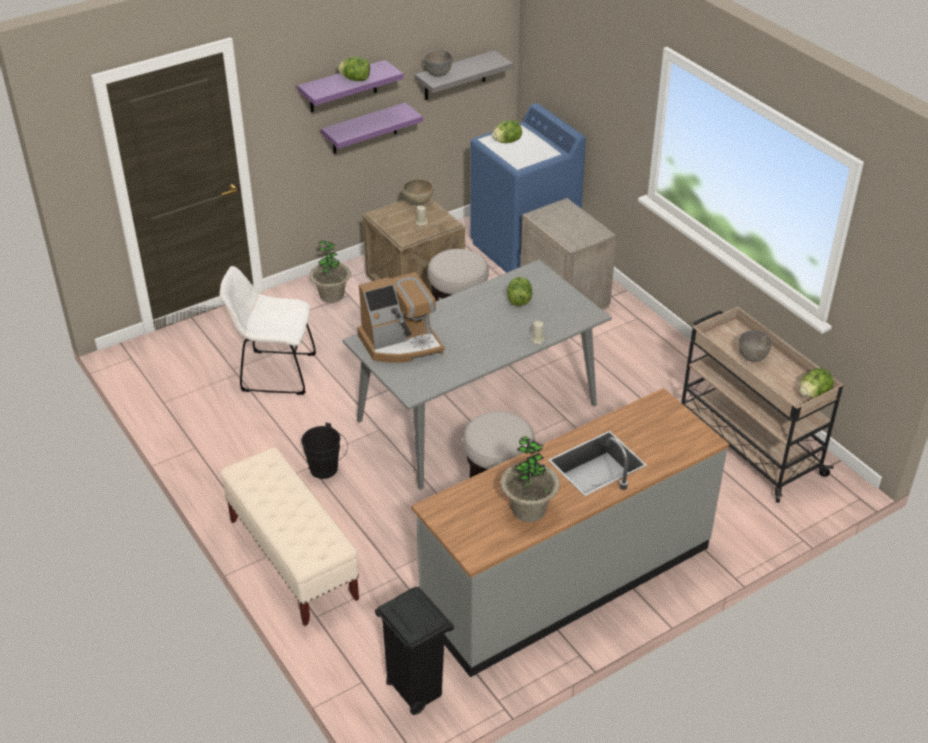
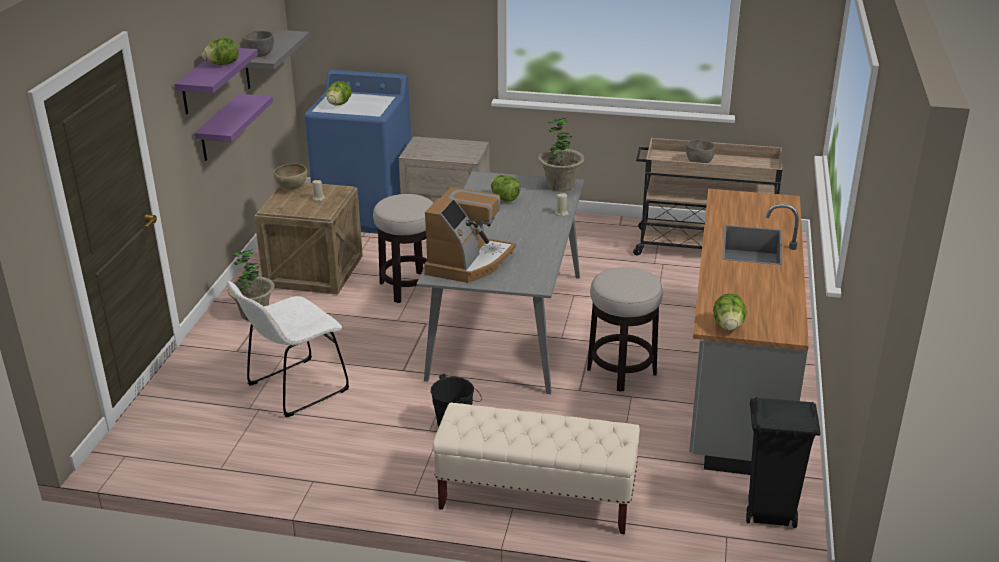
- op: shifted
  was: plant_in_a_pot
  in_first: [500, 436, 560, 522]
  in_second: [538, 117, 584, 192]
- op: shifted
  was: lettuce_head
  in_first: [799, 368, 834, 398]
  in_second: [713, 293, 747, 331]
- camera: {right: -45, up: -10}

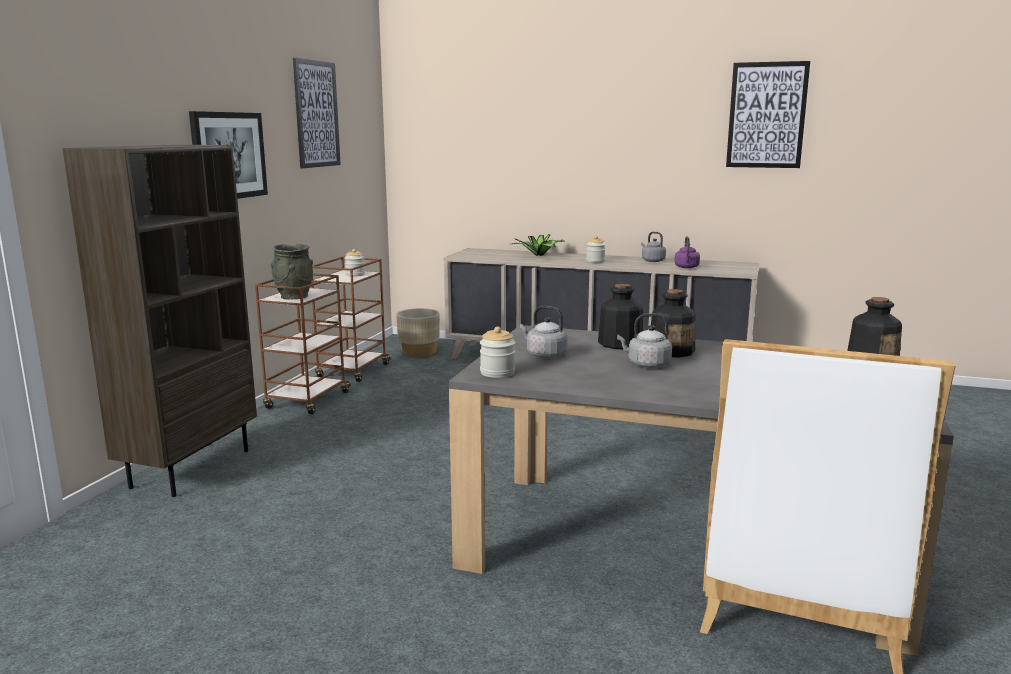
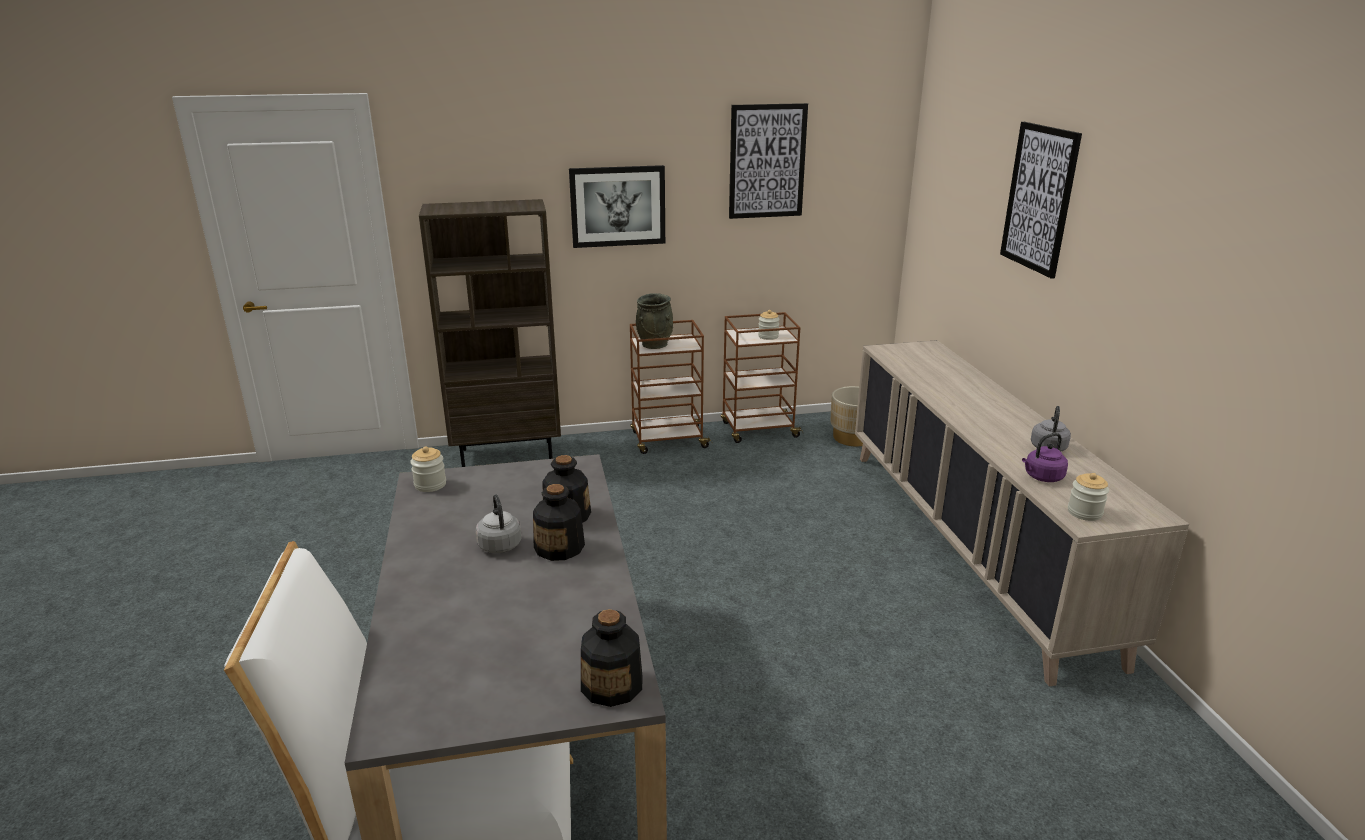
- op: shifted
  was: wall_picture
  in_first: [726, 61, 810, 168]
  in_second: [1000, 122, 1082, 279]
- op: shifted
  was: jar
  in_first: [586, 236, 606, 263]
  in_second: [1068, 473, 1109, 521]
- op: gone
  was: plant_in_a_pot
  in_first: [512, 234, 565, 256]
- op: gone
  was: greyish_water_kettle
  in_first: [520, 306, 568, 358]
- camera: {right: 60, up: 10}

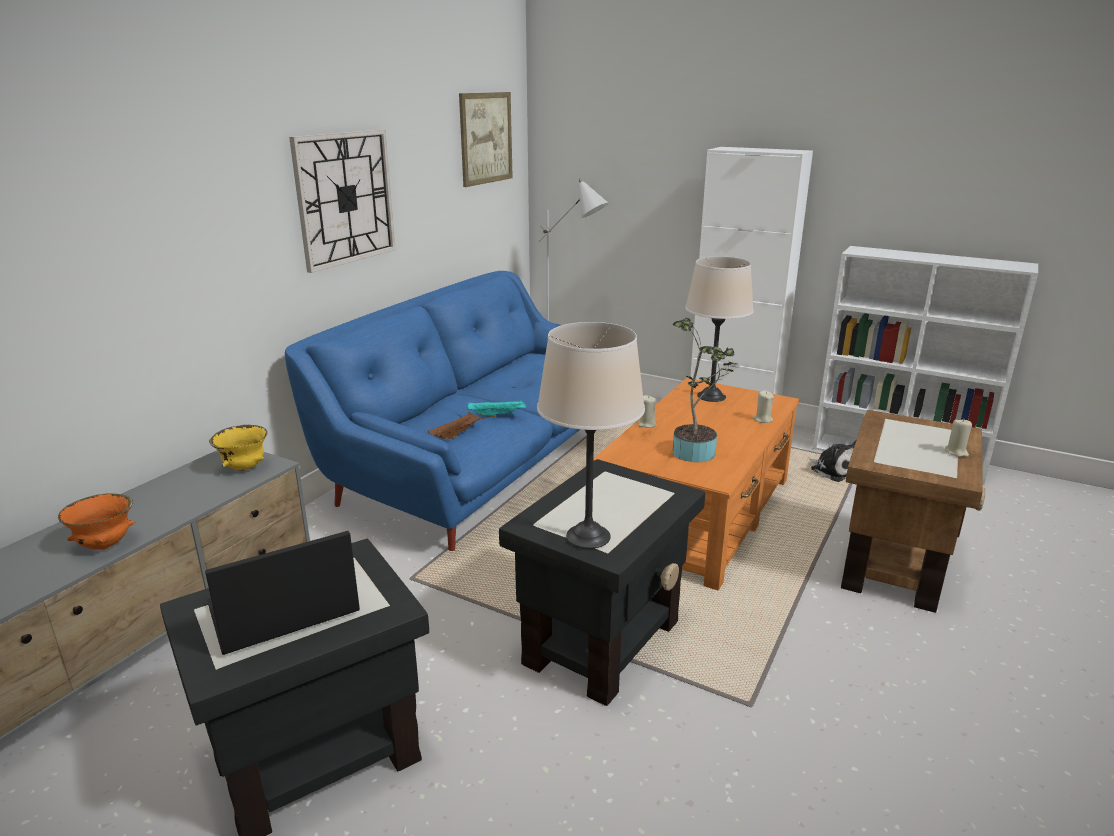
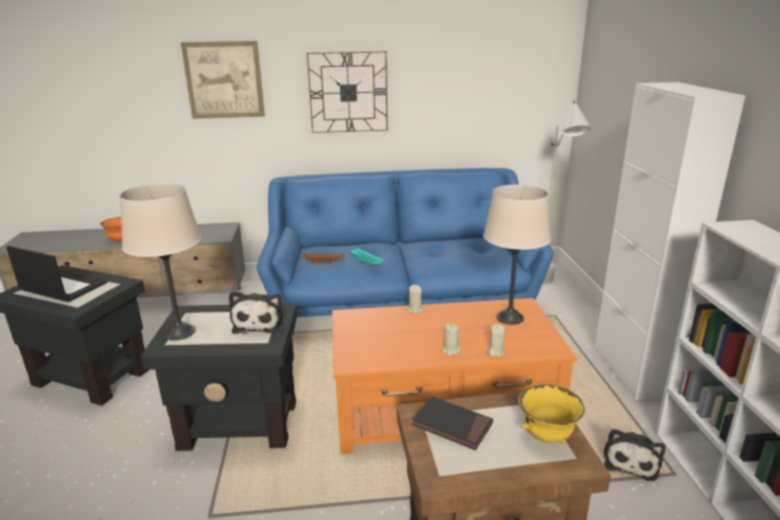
- op: shifted
  was: wall_picture
  in_first: [459, 92, 513, 187]
  in_second: [181, 41, 265, 119]
- op: new
  now: cuddly_toy
  in_second: [229, 291, 284, 334]
- op: new
  now: blackish_bound_book
  in_second: [412, 396, 493, 450]
- op: shifted
  was: beige-coloured_wax_candle
  in_first: [945, 419, 972, 457]
  in_second: [442, 324, 461, 356]
- op: shifted
  was: yellowish_bowl
  in_first: [209, 425, 267, 471]
  in_second: [518, 384, 585, 444]
- op: gone
  was: plant_in_a_pot
  in_first: [673, 318, 738, 462]
- camera: {right: 55, up: 0}

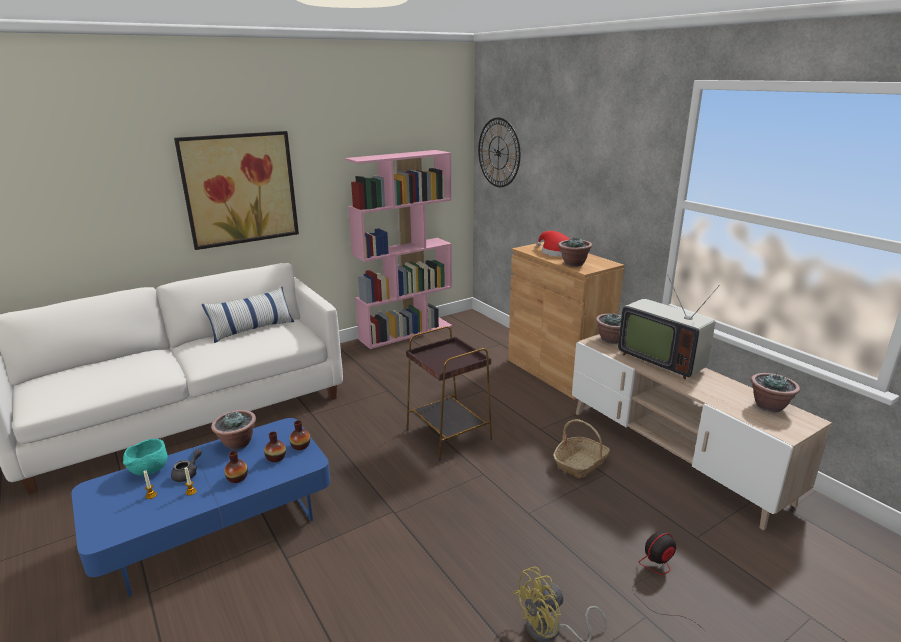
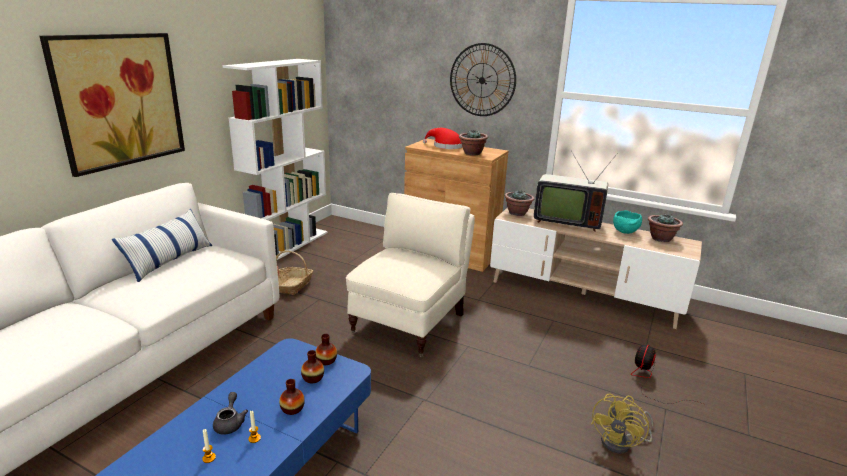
- op: repainted
  was: pinkish_shelving_unit
  now: white-coloured_shelving_unit
  in_first: [345, 150, 452, 349]
  in_second: [223, 59, 328, 260]
- op: shifted
  was: storage_basket
  in_first: [553, 419, 610, 479]
  in_second: [276, 251, 313, 295]
- op: swapped
  was: brownish_end_table
  now: beige-coloured_easy_chair
  in_first: [406, 326, 492, 461]
  in_second: [346, 193, 475, 357]
- op: shifted
  was: wall_clock
  in_first: [478, 118, 520, 187]
  in_second: [450, 43, 516, 116]
- op: shifted
  was: turquoise-coloured_bowl
  in_first: [123, 439, 168, 476]
  in_second: [613, 210, 642, 234]
- op: gone
  was: plant_in_a_pot
  in_first: [211, 410, 256, 450]
- camera: {right: -30, up: 0}

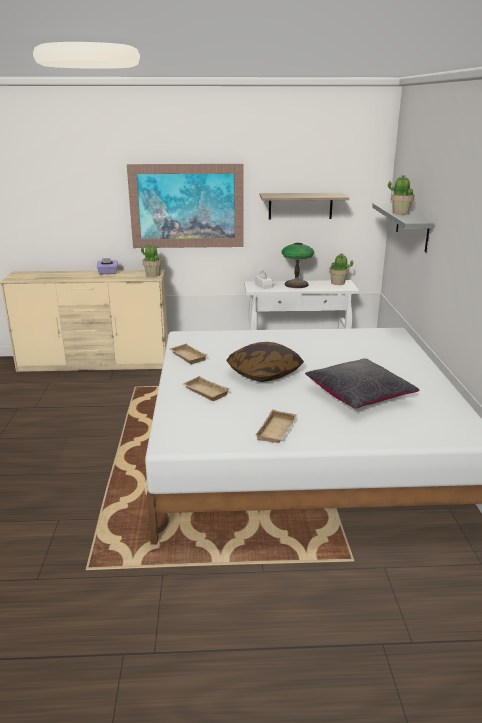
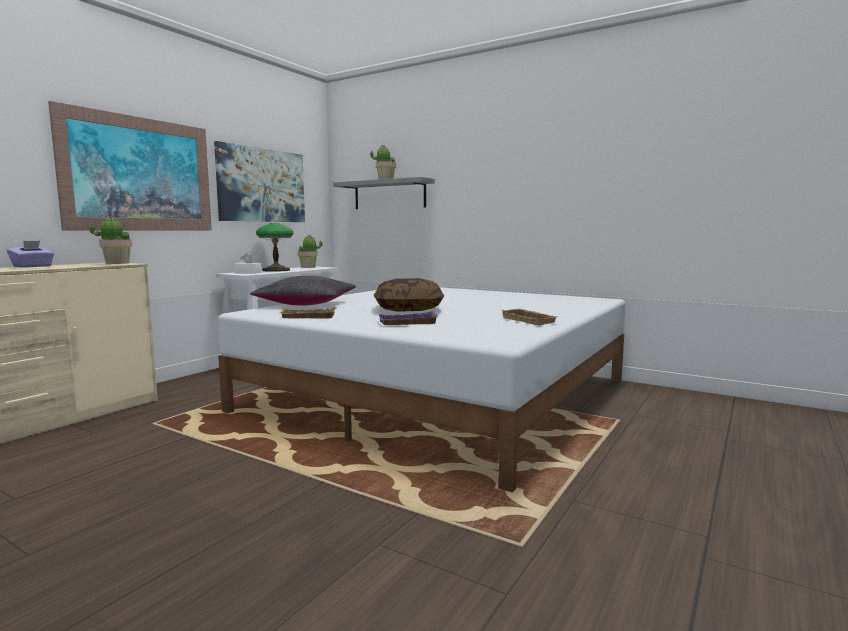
- op: swapped
  was: wall_shelf
  now: wall_picture
  in_first: [260, 193, 349, 219]
  in_second: [214, 141, 305, 222]
- op: shifted
  was: blackish_cushion
  in_first: [305, 358, 419, 408]
  in_second: [250, 276, 356, 305]
- op: repainted
  was: beige-coloured_tray
  now: purple-coloured_tray
  in_first: [183, 376, 230, 401]
  in_second: [378, 311, 439, 325]
- camera: {right: -55, up: -15}

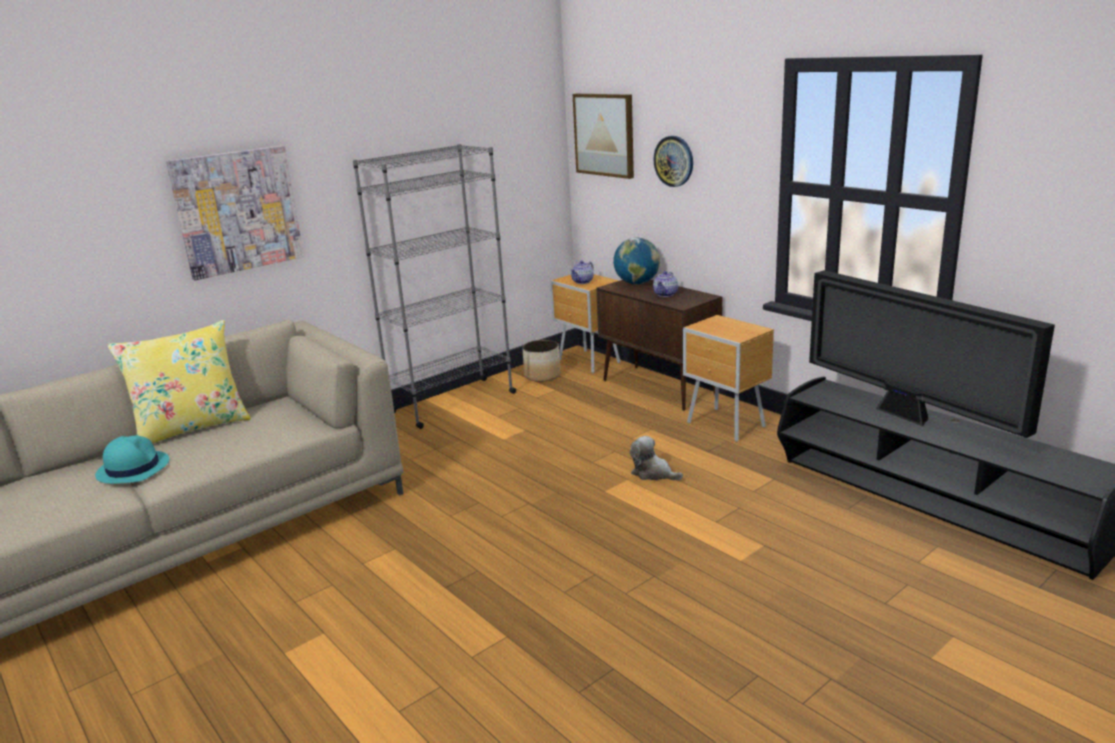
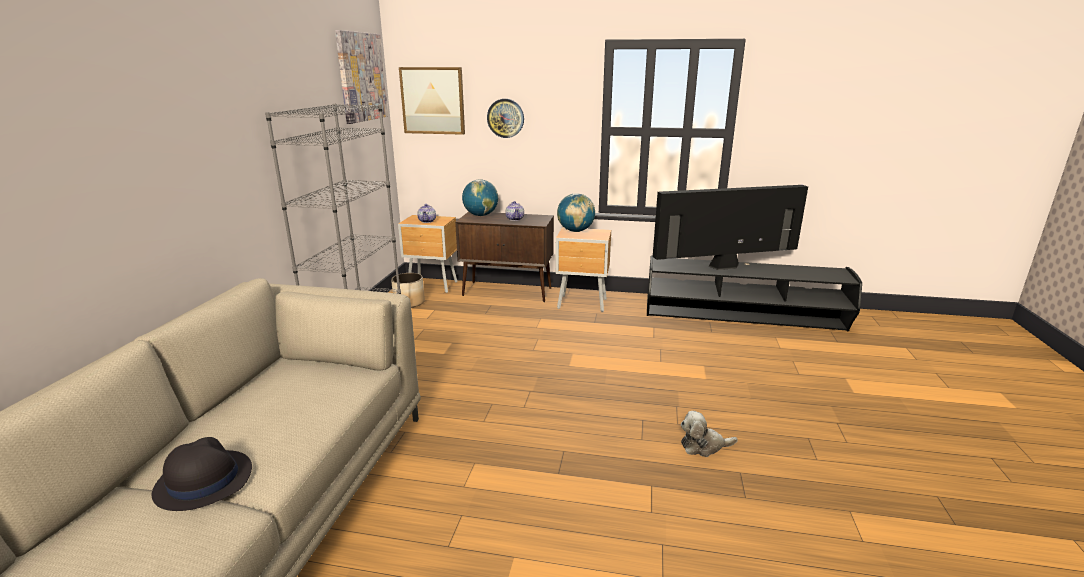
- op: repainted
  was: turquoise-coloured_wearable_hat
  now: blackish_wearable_hat
  in_first: [95, 436, 169, 484]
  in_second: [152, 437, 252, 511]
- op: shifted
  was: wall_picture
  in_first: [166, 145, 304, 280]
  in_second: [335, 30, 388, 124]
- op: new
  now: globe
  in_second: [557, 193, 595, 232]
- op: rotated
  was: TV_set
  in_first: [809, 270, 1055, 438]
  in_second: [653, 185, 808, 270]
  clockwise: 150
- op: shifted
  was: cuddly_toy
  in_first: [630, 436, 683, 480]
  in_second: [681, 411, 738, 457]
- op: gone
  was: yellowish_cushion
  in_first: [107, 320, 251, 444]
- camera: {right: -40, up: 0}

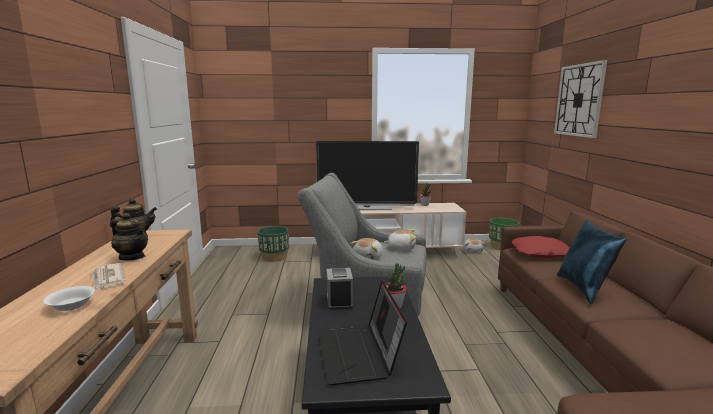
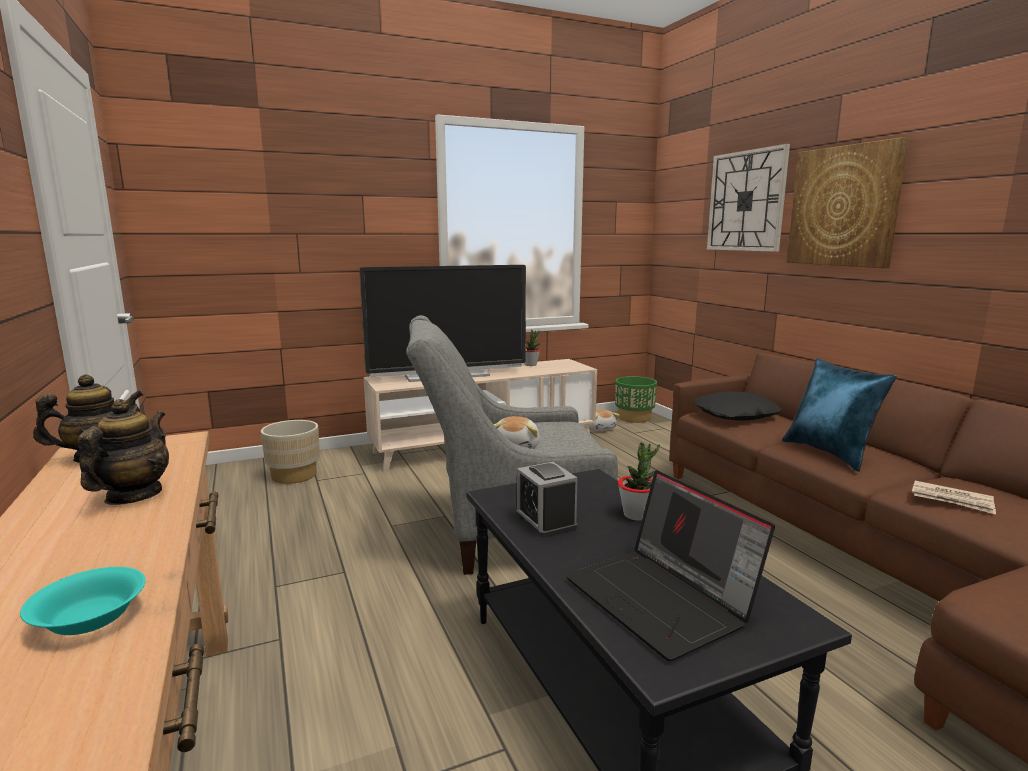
- op: repainted
  was: white-coloured_bowl
  now: turquoise-coloured_bowl
  in_first: [43, 286, 95, 311]
  in_second: [20, 567, 146, 635]
- op: rotated
  was: tea_pot
  in_first: [111, 213, 148, 261]
  in_second: [78, 399, 169, 505]
  clockwise: -90
- op: repainted
  was: green_planter
  now: beige-coloured_planter
  in_first: [258, 226, 289, 262]
  in_second: [261, 420, 320, 484]
- op: repainted
  was: red-coloured_cushion
  now: blackish_cushion
  in_first: [512, 236, 570, 258]
  in_second: [694, 391, 782, 420]
- op: new
  now: wall_picture
  in_second: [787, 137, 909, 268]
- op: shifted
  was: daily_paper
  in_first: [91, 263, 125, 291]
  in_second: [912, 481, 996, 514]
- op: gone
  was: cuddly_toy
  in_first: [384, 229, 416, 251]
- camera: {right: -20, up: 0}

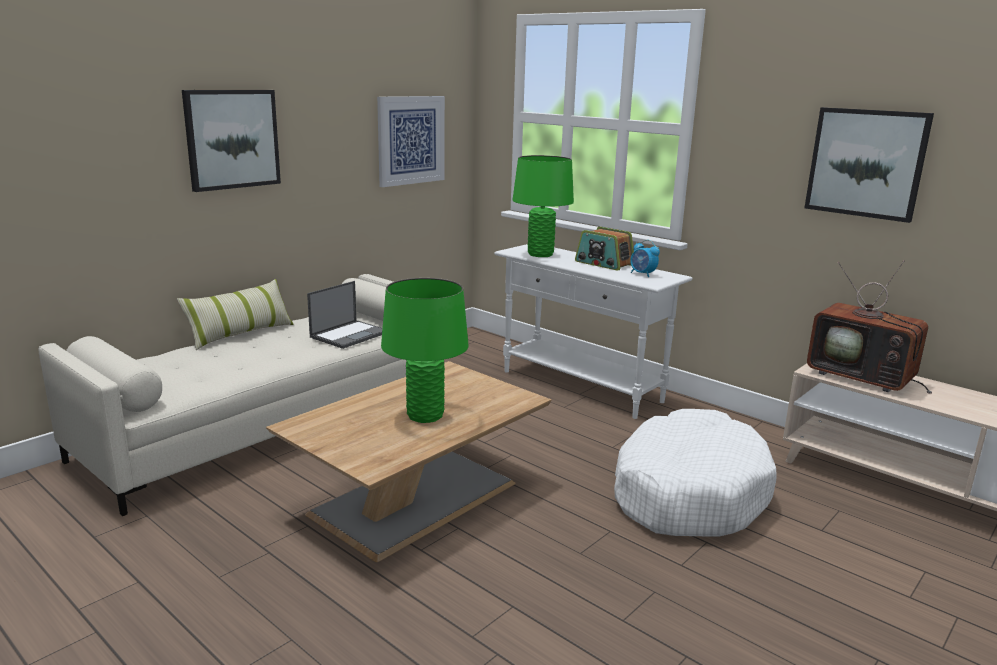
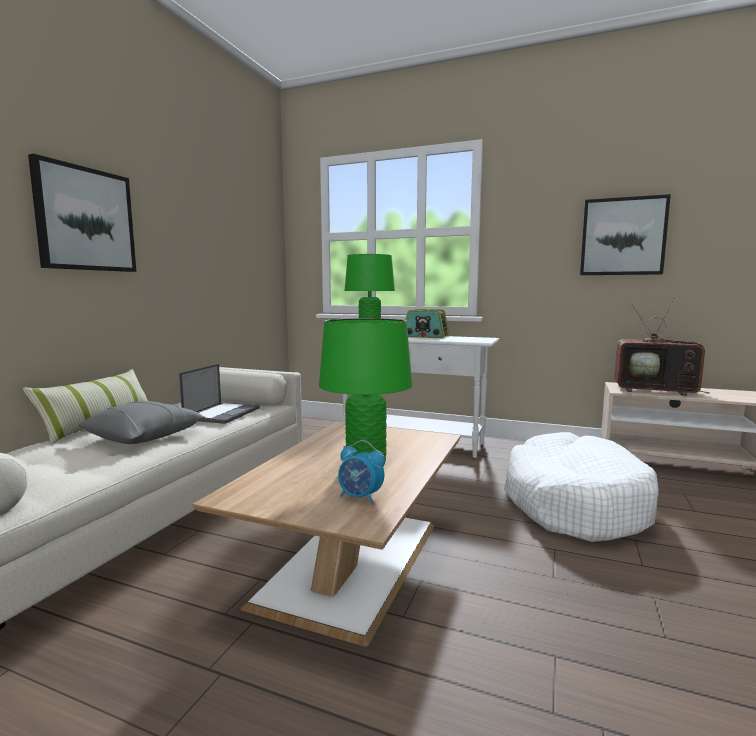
- op: new
  now: greyish_cushion
  in_second: [78, 401, 205, 444]
- op: shifted
  was: table_clock
  in_first: [630, 240, 660, 277]
  in_second: [338, 440, 385, 504]
- op: gone
  was: wall_picture
  in_first: [377, 96, 445, 187]
- camera: {right: -20, up: -10}

